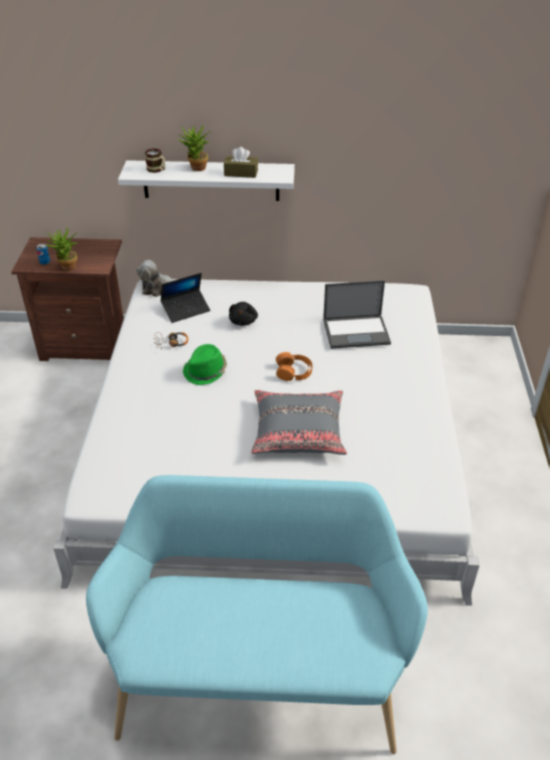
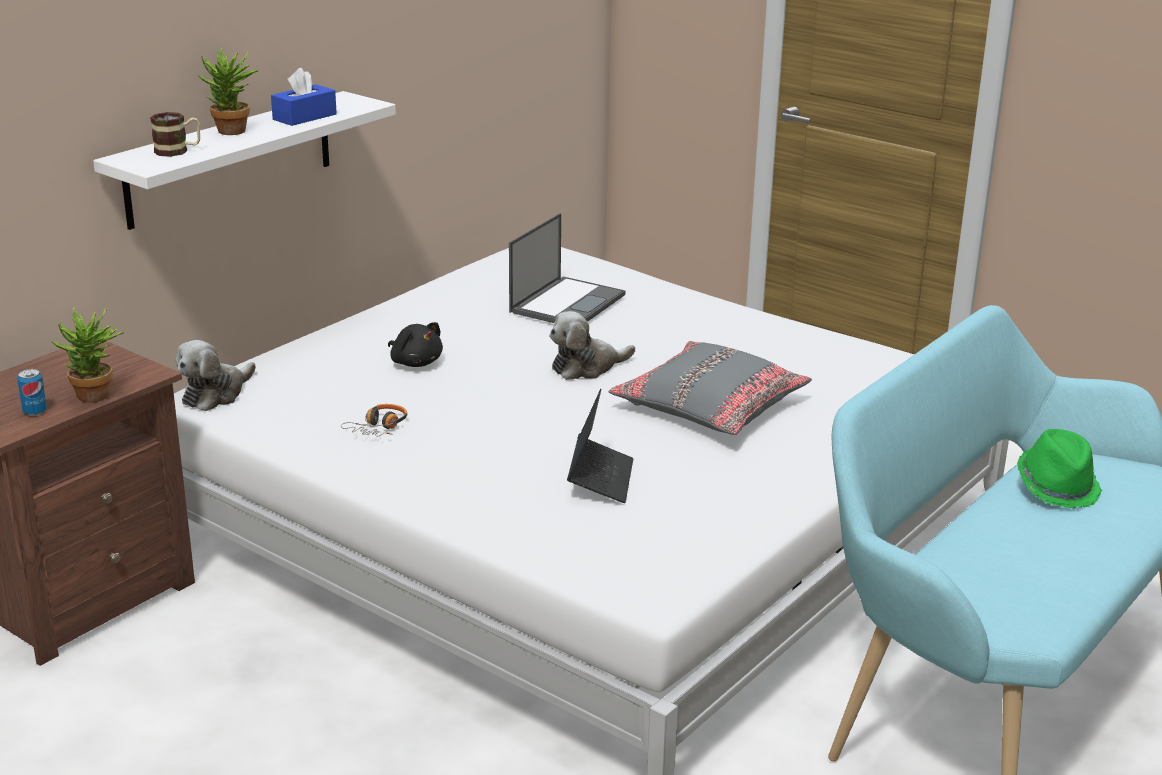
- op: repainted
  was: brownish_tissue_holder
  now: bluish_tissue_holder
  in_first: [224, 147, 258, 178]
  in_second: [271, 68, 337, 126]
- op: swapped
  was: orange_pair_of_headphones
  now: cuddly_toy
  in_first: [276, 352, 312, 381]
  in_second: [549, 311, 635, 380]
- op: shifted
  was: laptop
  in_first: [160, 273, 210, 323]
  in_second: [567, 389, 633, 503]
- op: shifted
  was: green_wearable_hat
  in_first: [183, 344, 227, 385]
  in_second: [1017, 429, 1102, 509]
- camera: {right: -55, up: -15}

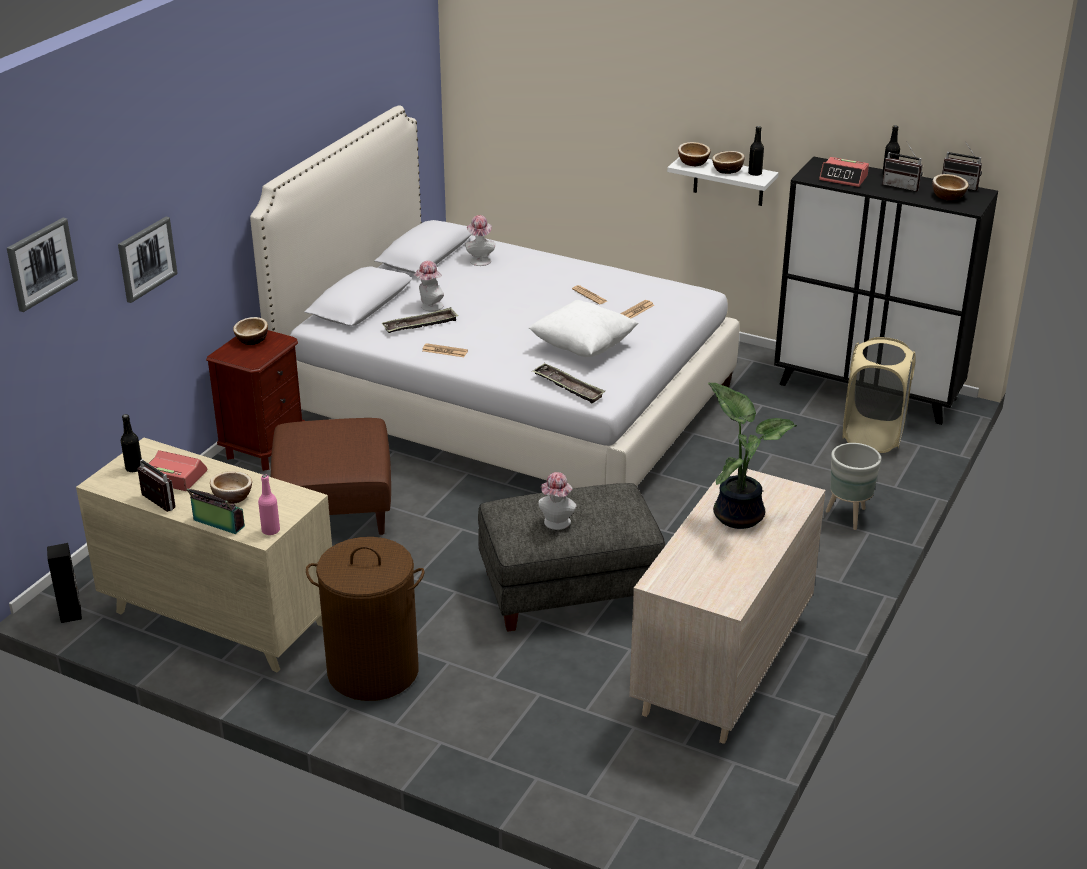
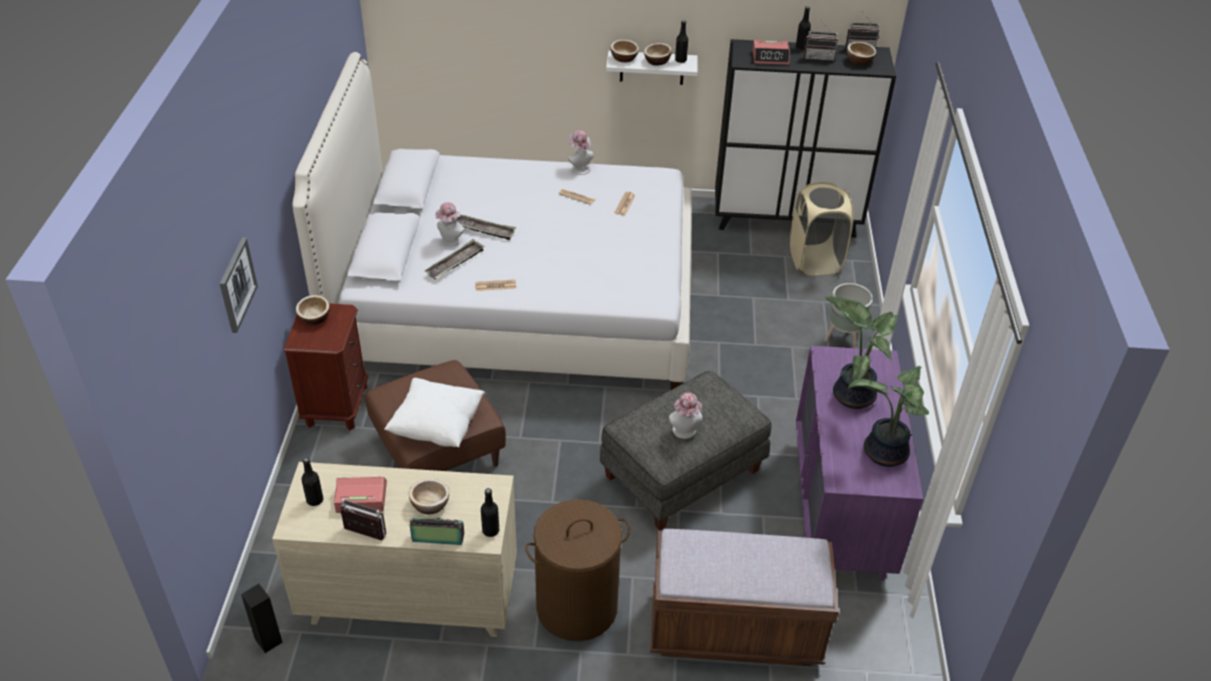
- op: shifted
  was: white-coloured_cushion
  in_first: [529, 300, 639, 357]
  in_second: [384, 378, 485, 448]
- op: shifted
  was: tray
  in_first: [532, 363, 605, 403]
  in_second: [456, 214, 516, 240]
- op: repainted
  was: pinkish_drink_bottle
  now: blackish_drink_bottle
  in_first: [258, 475, 280, 535]
  in_second: [481, 488, 499, 537]
- op: shifted
  was: wearable_hat
  in_first: [465, 215, 495, 266]
  in_second: [568, 130, 594, 175]
- op: new
  now: brownish_long_seat
  in_second: [650, 529, 839, 666]
- op: repainted
  was: beige-coloured_chest_of_drawers
  now: purple-coloured_chest_of_drawers
  in_first: [629, 467, 825, 744]
  in_second: [796, 346, 923, 581]
- op: new
  now: plant_in_a_pot
  in_second: [848, 366, 929, 467]
- op: gone
  was: wall_picture
  in_first: [7, 218, 78, 312]
- camera: {right: -25, up: 10}

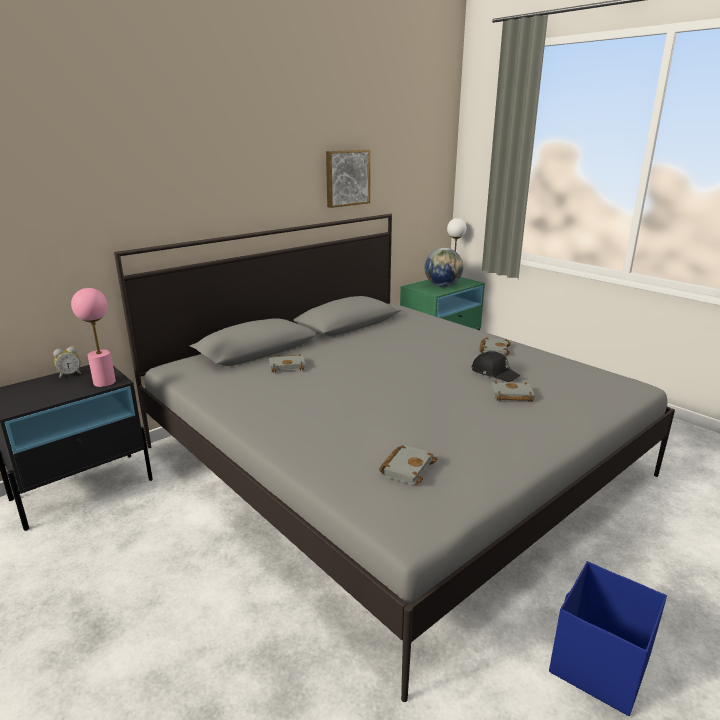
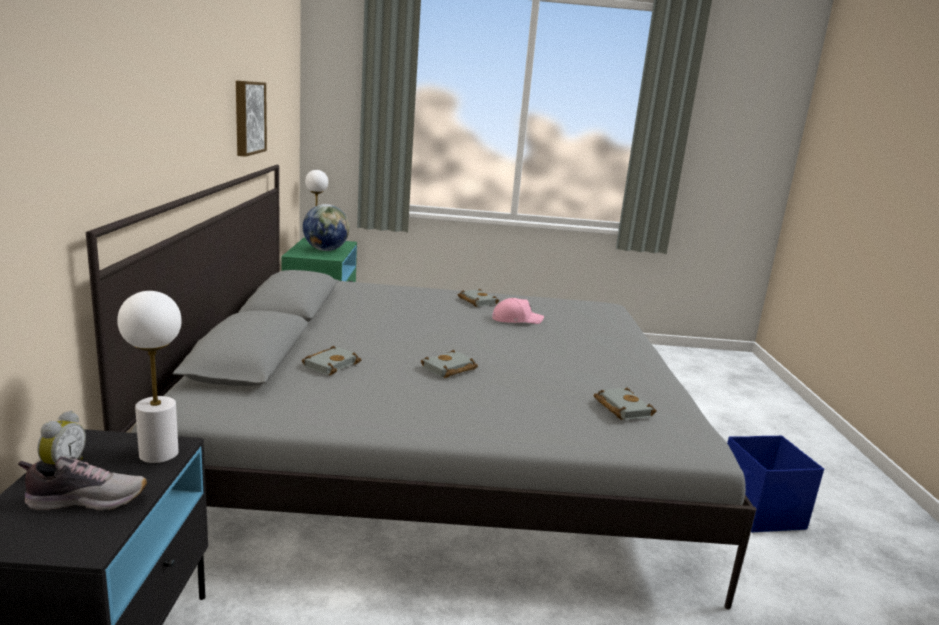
- op: new
  now: shoe
  in_second: [18, 456, 147, 510]
- op: repainted
  was: pinkish_lamp_for_a_table
  now: white-coloured_lamp_for_a_table
  in_first: [71, 288, 116, 387]
  in_second: [117, 291, 182, 463]
- op: shifted
  was: greyish_bound_book
  in_first: [491, 381, 535, 402]
  in_second: [421, 350, 478, 378]
- op: repainted
  was: blackish_cap
  now: pinkish_cap
  in_first: [471, 351, 521, 382]
  in_second: [492, 298, 544, 324]
- camera: {right: -50, up: -5}

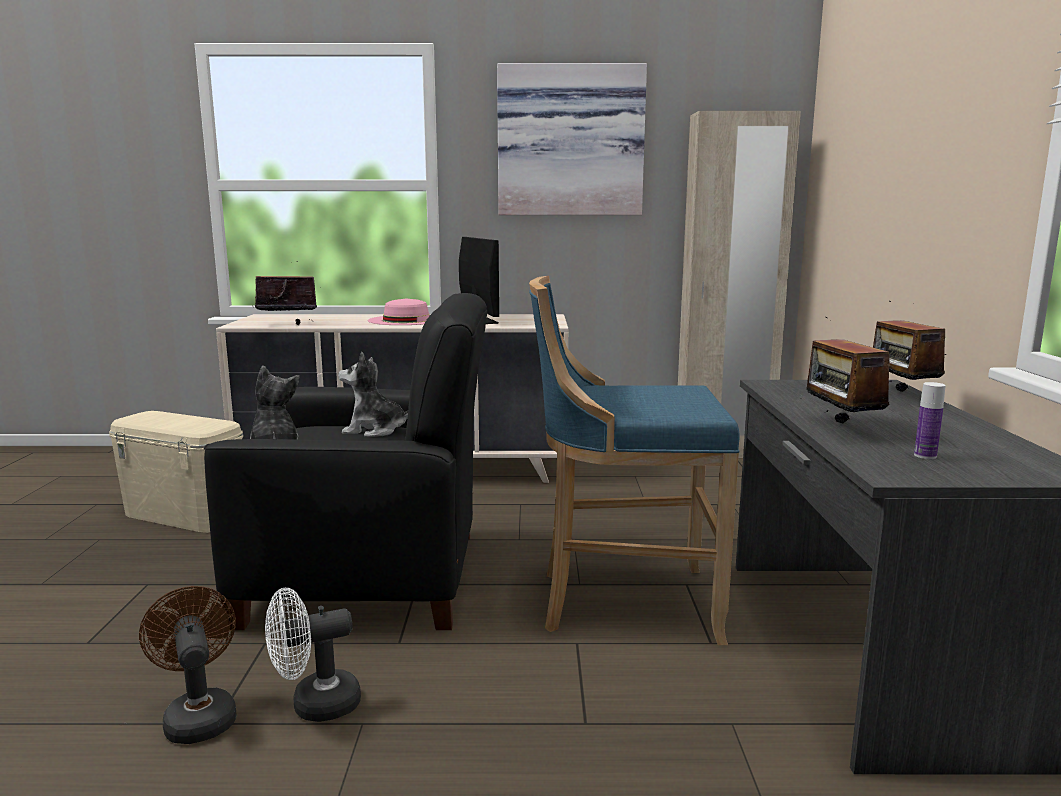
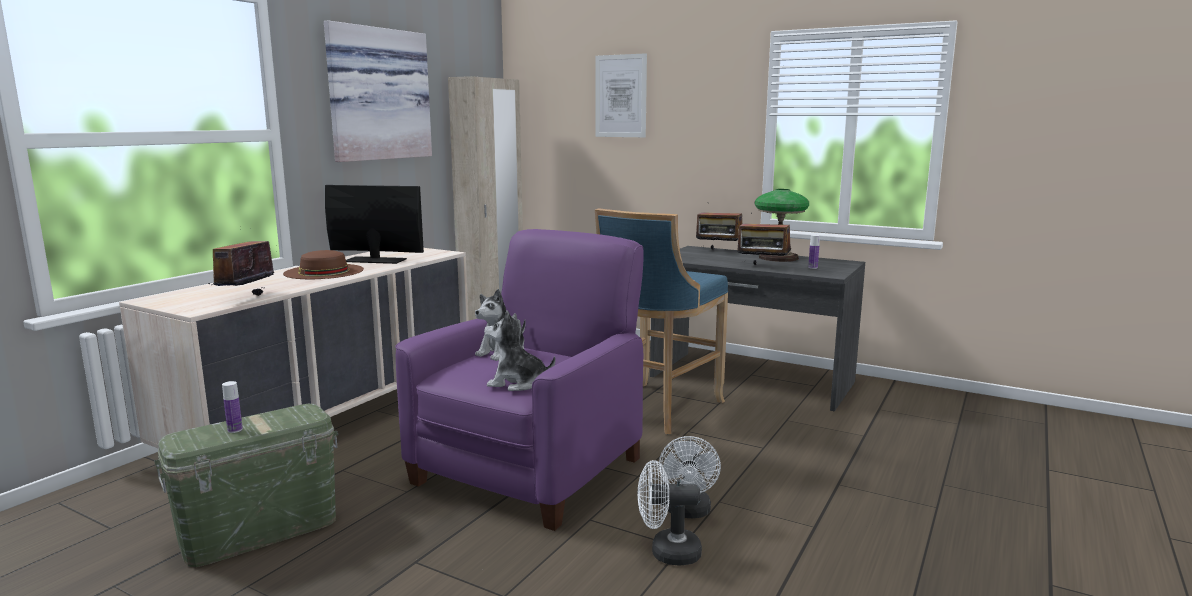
- op: repainted
  was: beige-coloured_storage_box
  now: green_storage_box
  in_first: [109, 411, 243, 533]
  in_second: [154, 404, 338, 567]
- op: new
  now: drink_bottle
  in_second: [222, 381, 243, 433]
- op: repainted
  was: pinkish_wearable_hat
  now: brownish_wearable_hat
  in_first: [368, 299, 430, 325]
  in_second: [283, 250, 364, 279]
- op: repainted
  was: blackish_easy_chair
  now: purple-coloured_easy_chair
  in_first: [204, 293, 487, 630]
  in_second: [395, 229, 644, 531]
- op: new
  now: wall_picture
  in_second: [595, 53, 647, 137]
- op: repainted
  was: brownish_fan
  now: white-coloured_fan
  in_first: [139, 586, 237, 744]
  in_second: [638, 460, 702, 565]
- op: new
  now: lamp_for_a_table
  in_second: [754, 189, 809, 262]
- camera: {right: -60, up: 0}

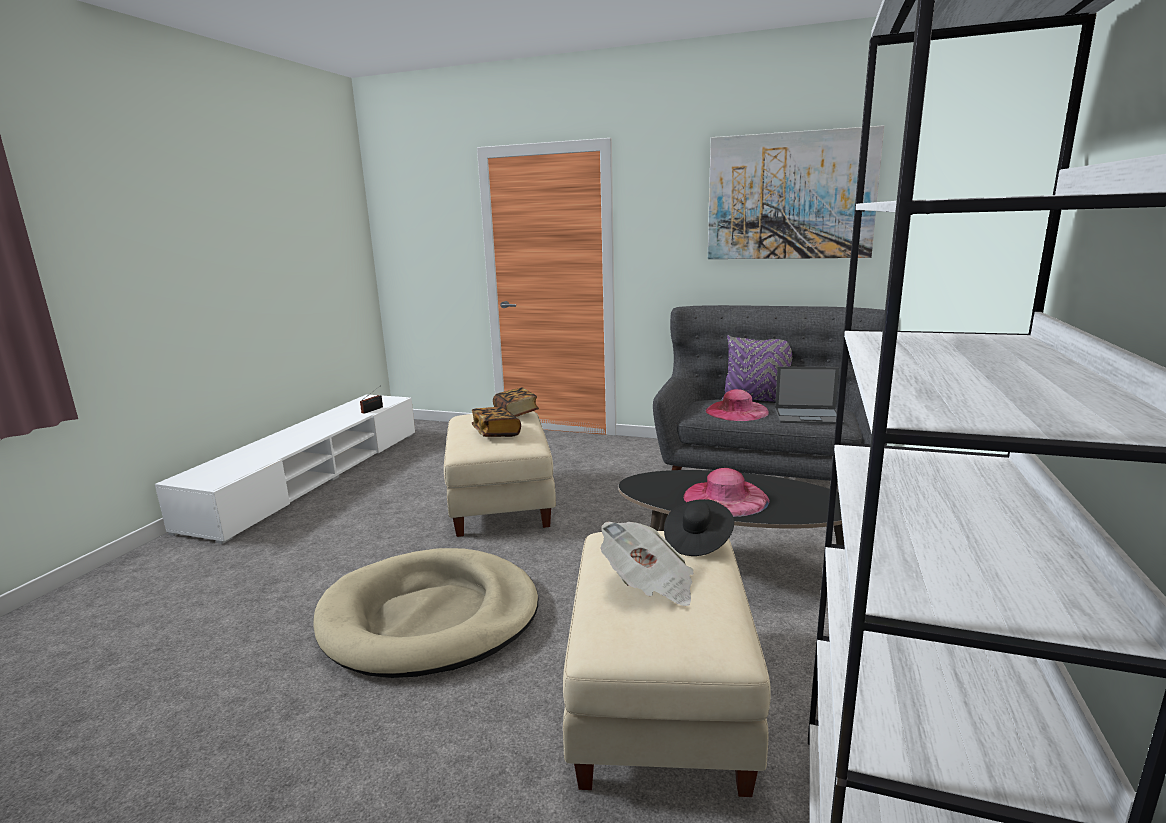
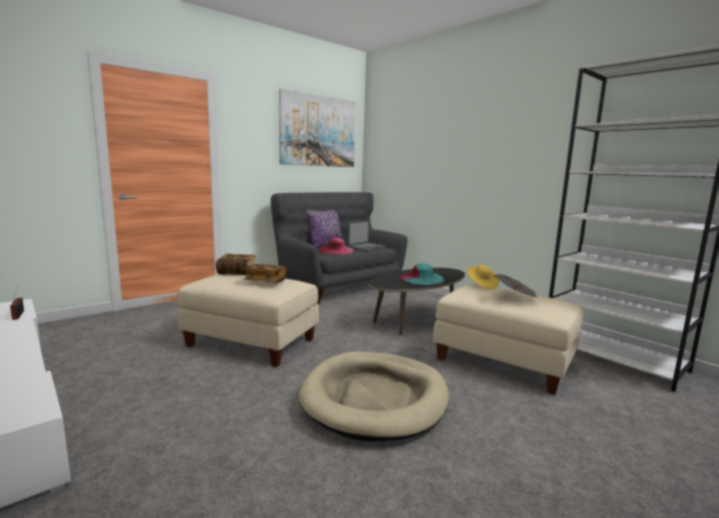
- op: repainted
  was: pinkish_wearable_hat
  now: turquoise-coloured_wearable_hat
  in_first: [683, 468, 770, 517]
  in_second: [400, 263, 445, 285]
- op: repainted
  was: blackish_wearable_hat
  now: yellowish_wearable_hat
  in_first: [664, 499, 734, 556]
  in_second: [467, 265, 499, 289]
- camera: {right: -60, up: -5}

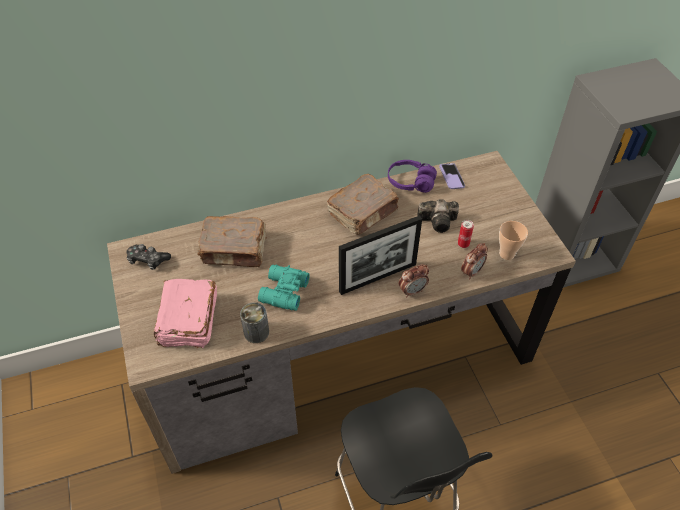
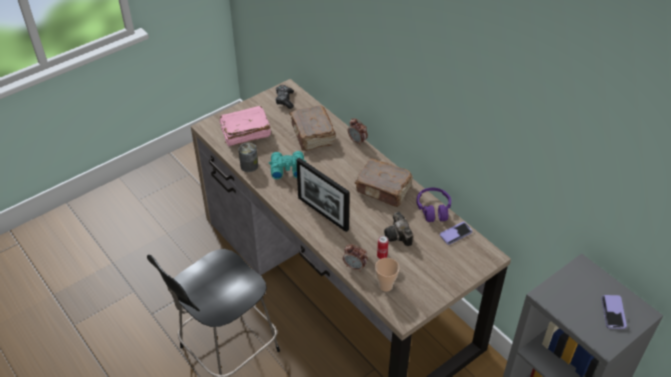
- op: shifted
  was: table_clock
  in_first: [399, 264, 429, 298]
  in_second: [348, 118, 368, 146]
- op: new
  now: phone
  in_second: [601, 295, 627, 329]
- camera: {right: 70, up: -5}

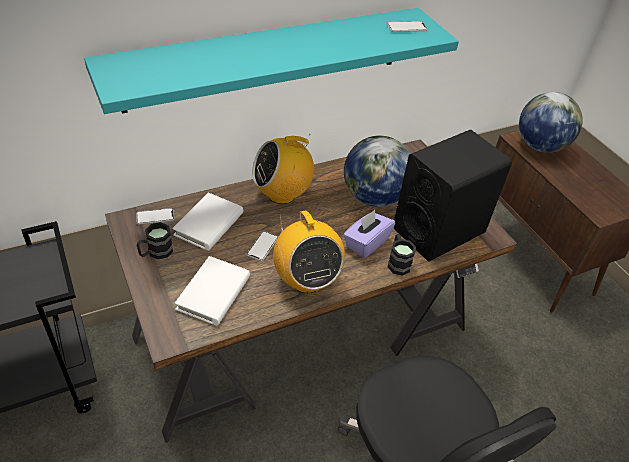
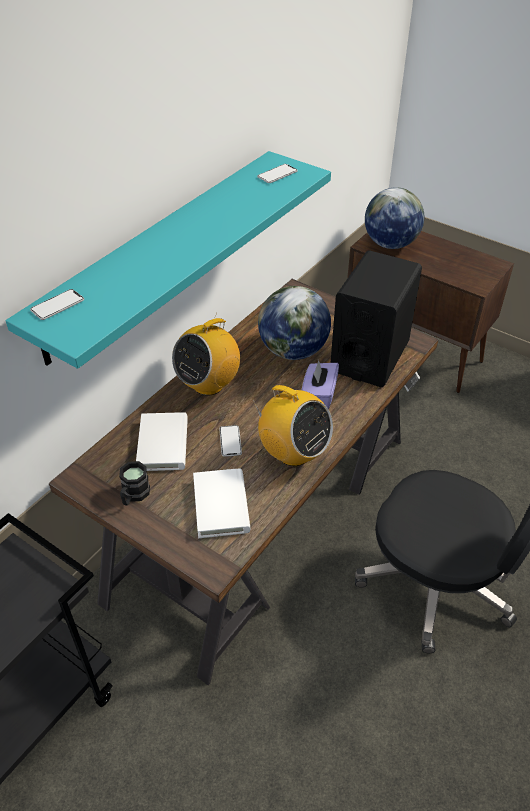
- op: shifted
  was: phone
  in_first: [136, 208, 175, 225]
  in_second: [30, 289, 84, 320]
- op: gone
  was: blackish_coffee_mug
  in_first: [388, 234, 416, 276]
- camera: {right: -25, up: 0}

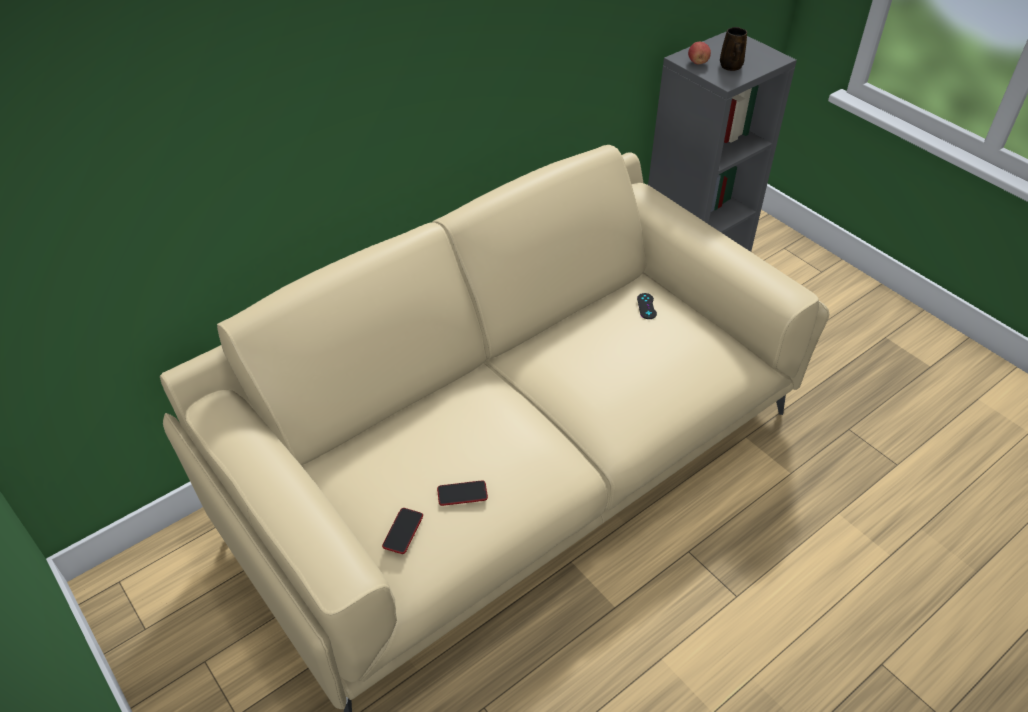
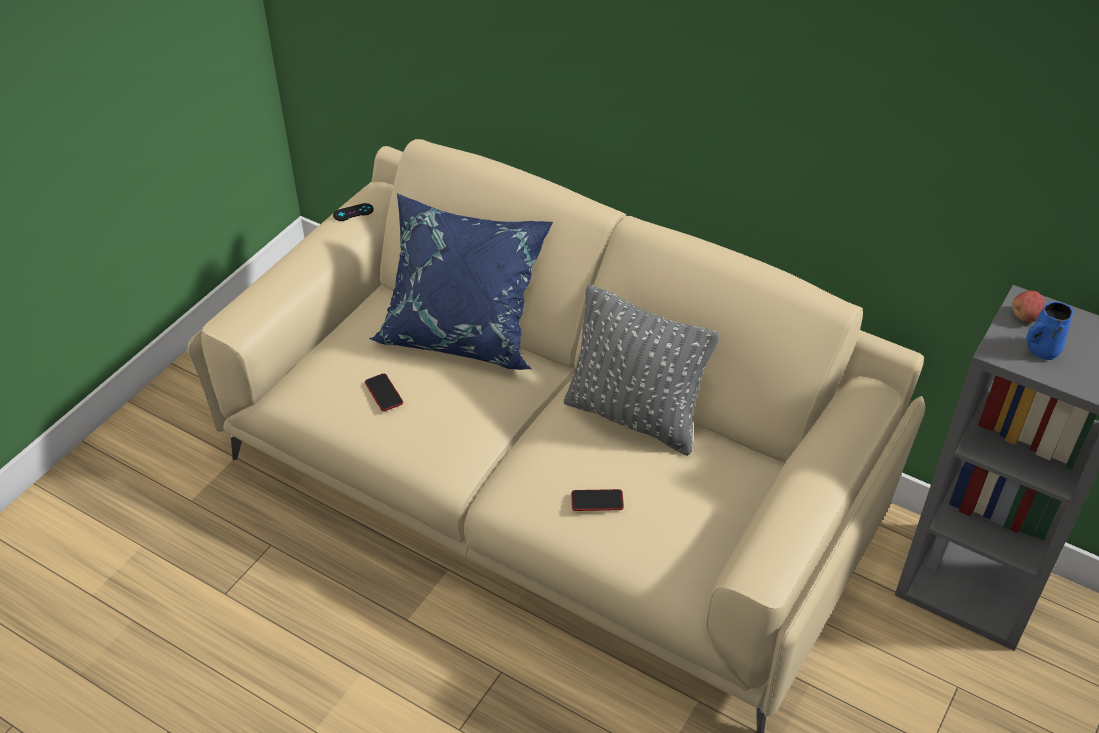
- op: shifted
  was: blackish_gamepad
  in_first: [637, 293, 657, 319]
  in_second: [333, 203, 374, 221]
- op: new
  now: bluish_cushion
  in_second: [369, 194, 553, 370]
- op: new
  now: greyish_cushion
  in_second: [564, 284, 720, 456]
- op: shifted
  was: phone
  in_first: [382, 508, 423, 554]
  in_second: [571, 489, 624, 511]
- op: repainted
  was: brownish_coffee_mug
  now: bluish_coffee_mug
  in_first: [720, 27, 747, 71]
  in_second: [1026, 301, 1073, 360]
- camera: {right: 70, up: 0}

